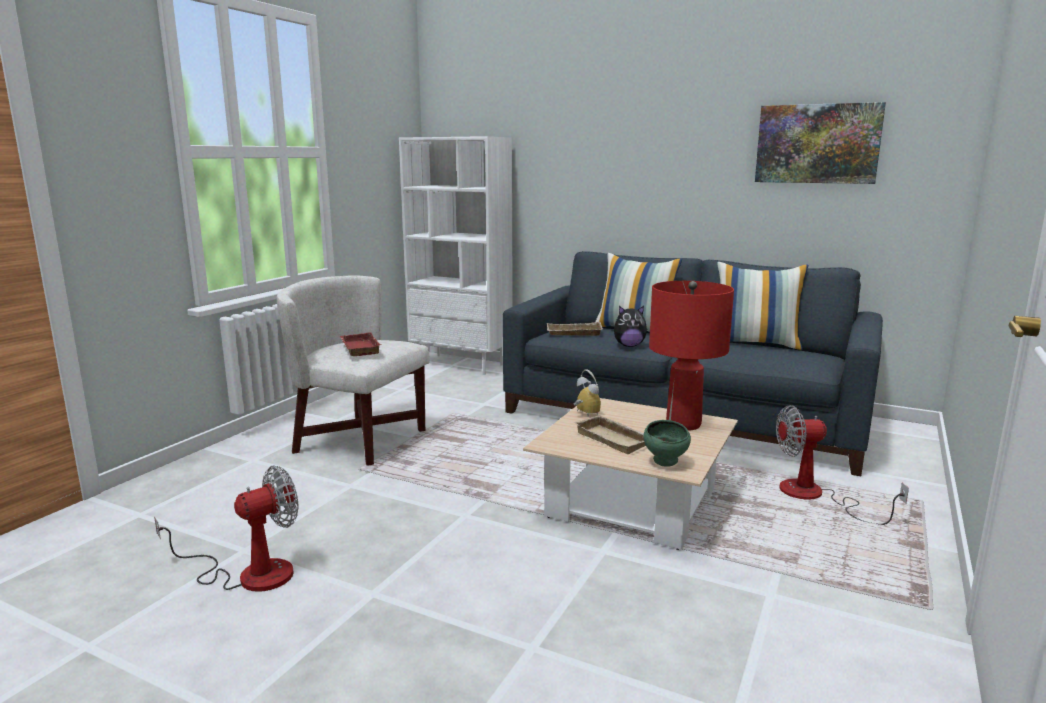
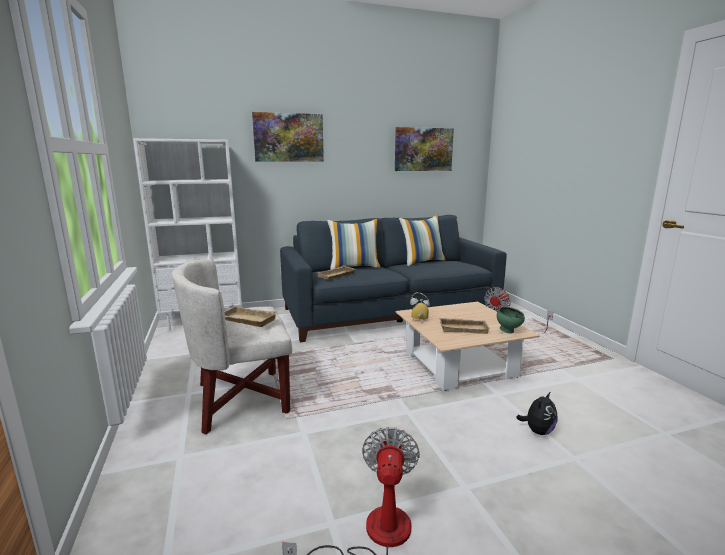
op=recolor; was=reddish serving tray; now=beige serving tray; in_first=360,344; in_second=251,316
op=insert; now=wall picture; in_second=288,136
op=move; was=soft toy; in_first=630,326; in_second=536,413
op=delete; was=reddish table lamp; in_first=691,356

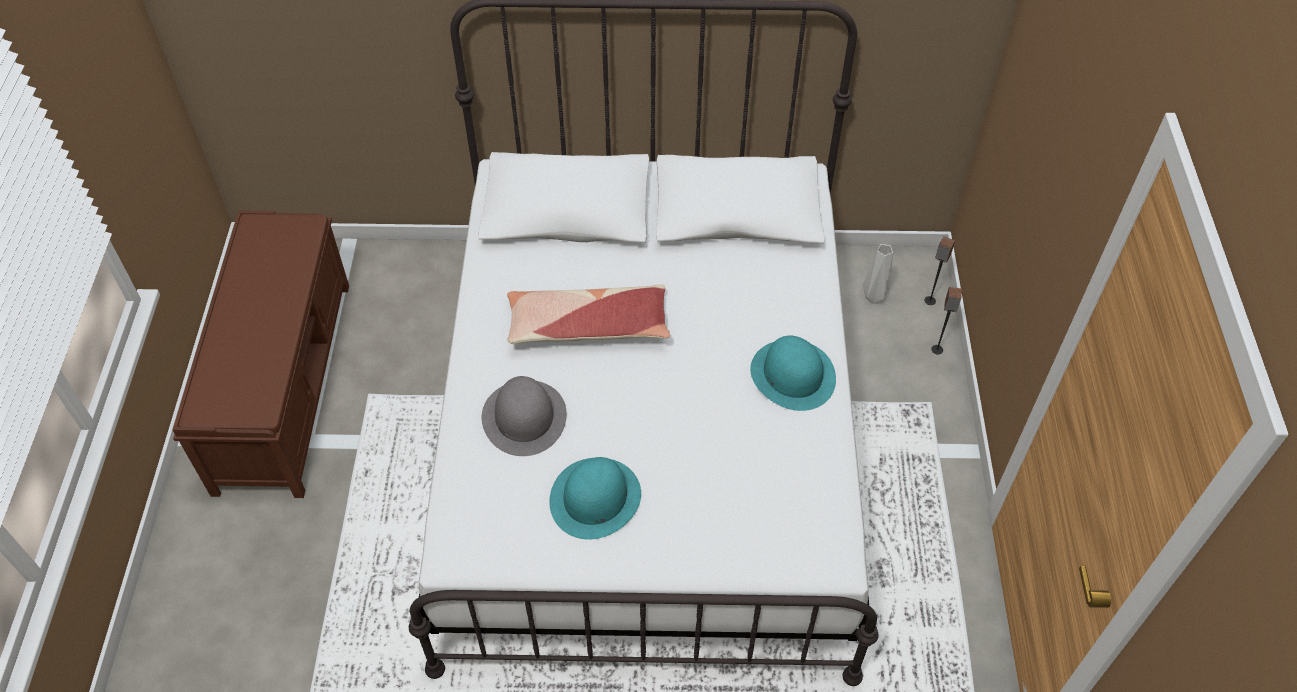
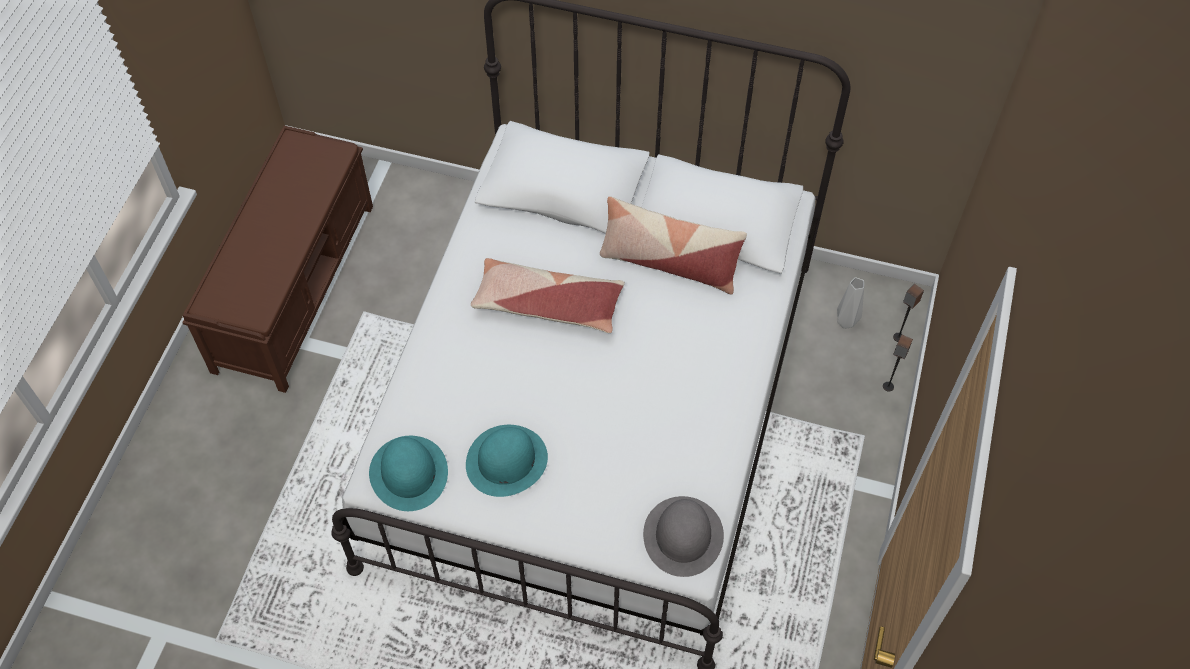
op=move; was=turquoise-coloured wearable hat; in_first=793,373; in_second=408,473
op=insert; now=throw pillow; in_second=673,245
op=move; was=grey wearable hat; in_first=524,416; in_second=683,536

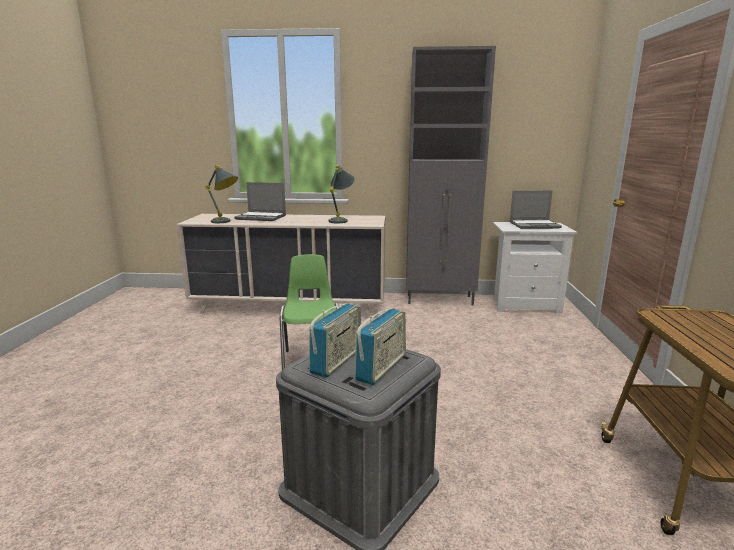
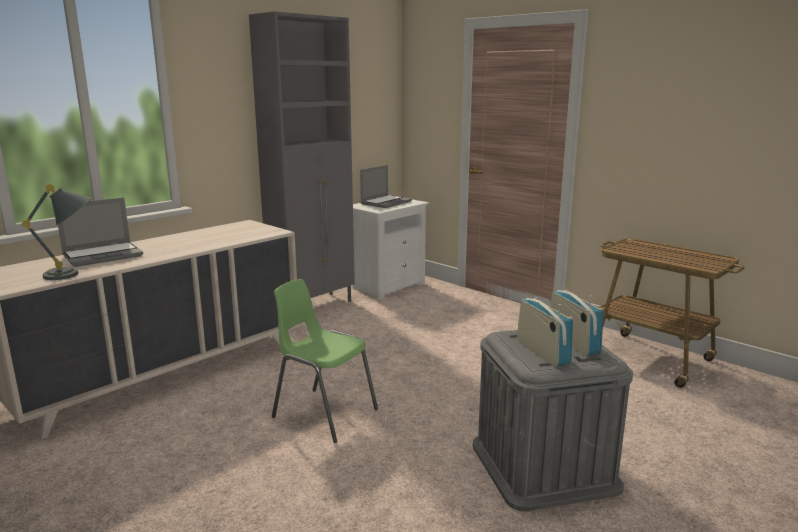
op=delete; was=grey table lamp; in_first=342,194

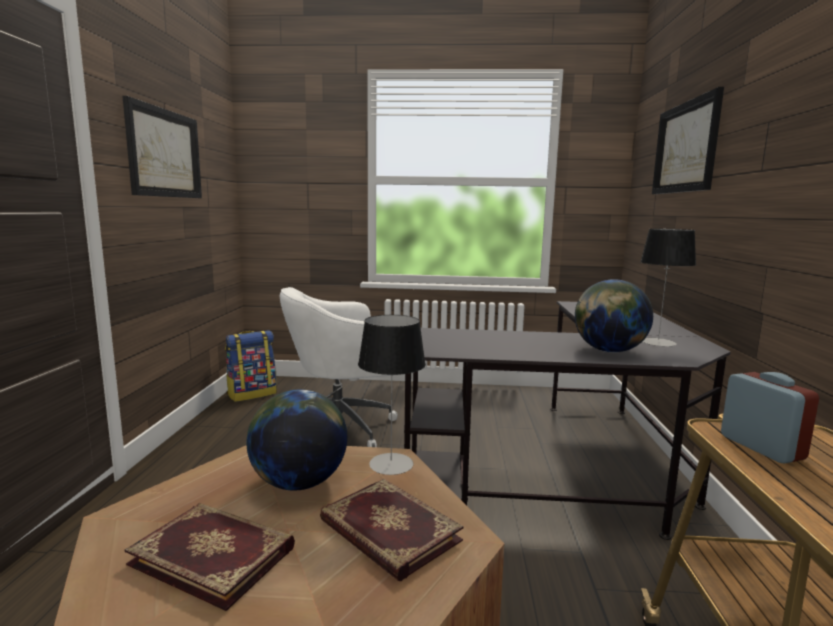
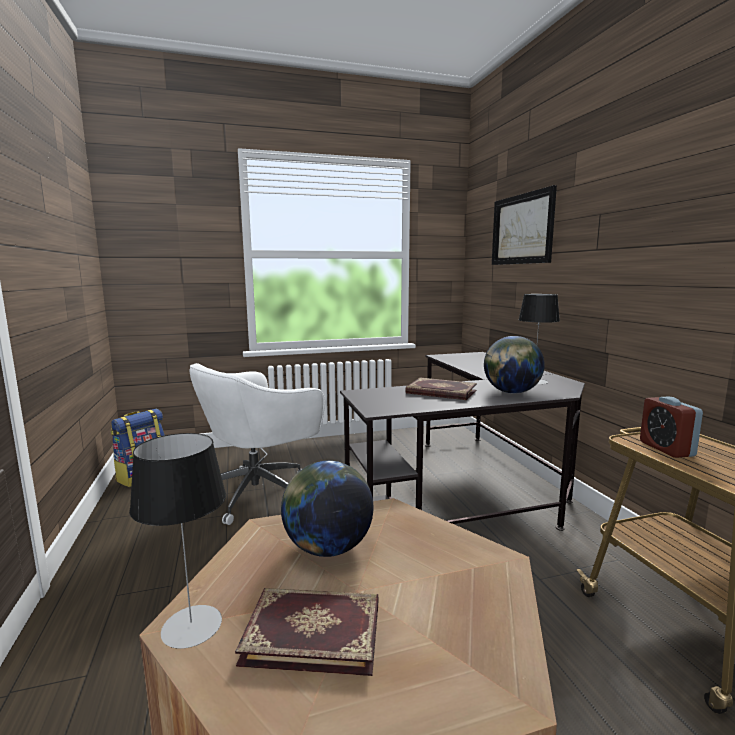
op=move; was=table lamp; in_first=392,395; in_second=177,541
op=move; was=book; in_first=391,530; in_second=441,389
op=rotate; was=table clock; in_first=770,417; in_second=671,427; clockwise=-150
op=delete; was=wall picture; in_first=162,147

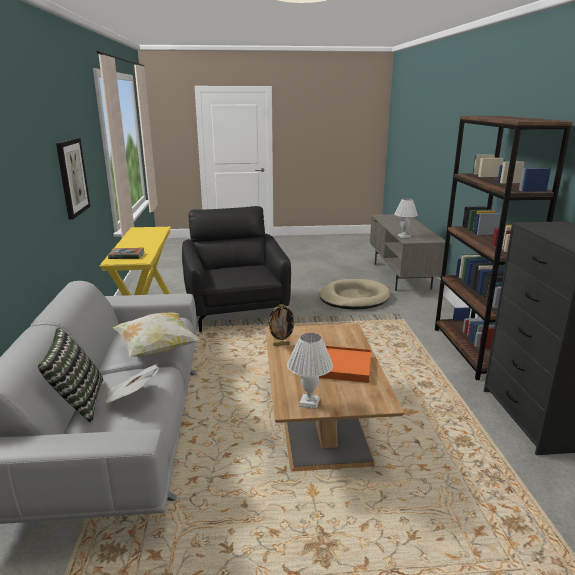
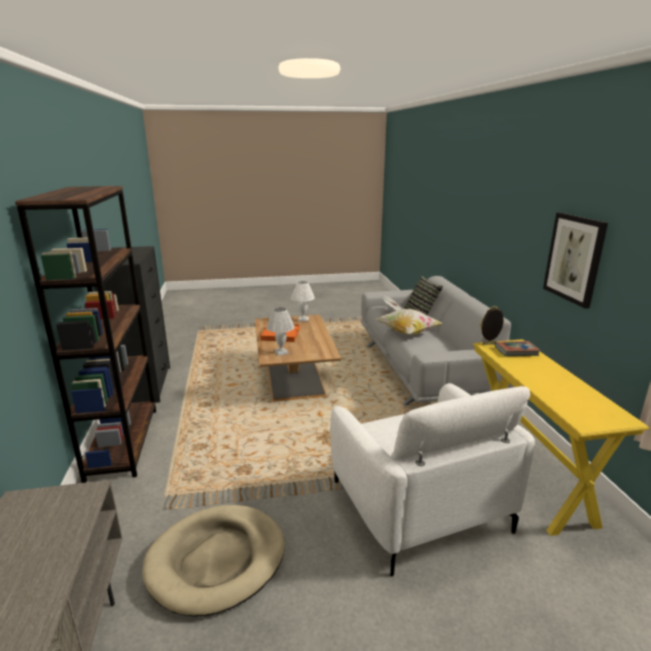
op=move; was=white table lamp; in_first=406,218; in_second=280,331
op=recolor; was=black armchair; now=white armchair; in_first=236,269; in_second=432,480
op=move; was=picture frame; in_first=281,325; in_second=492,325

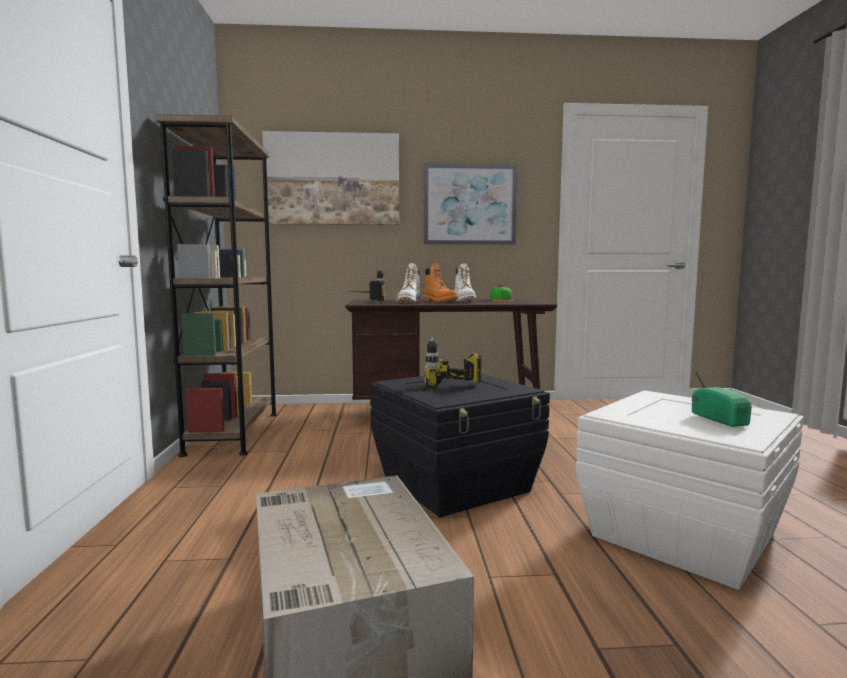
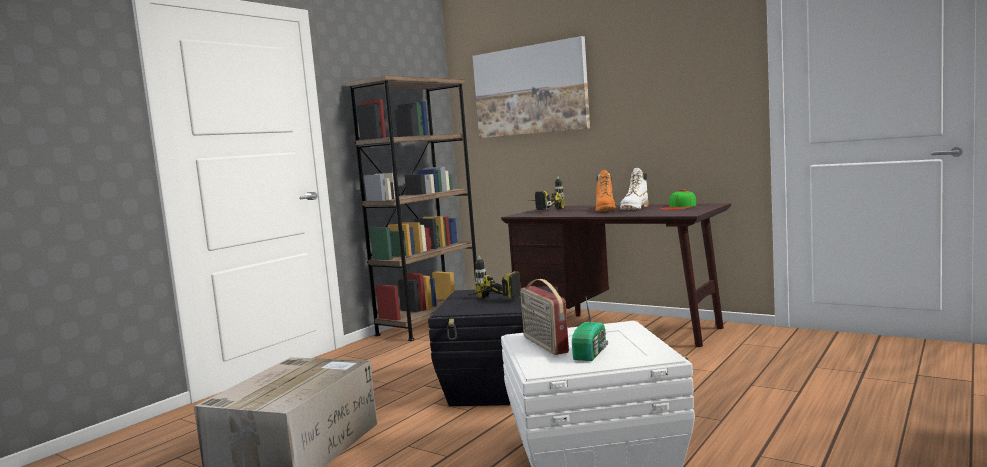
op=insert; now=radio set; in_second=544,317
op=delete; was=white tall boot; in_first=409,283
op=delete; was=wall picture; in_first=471,204

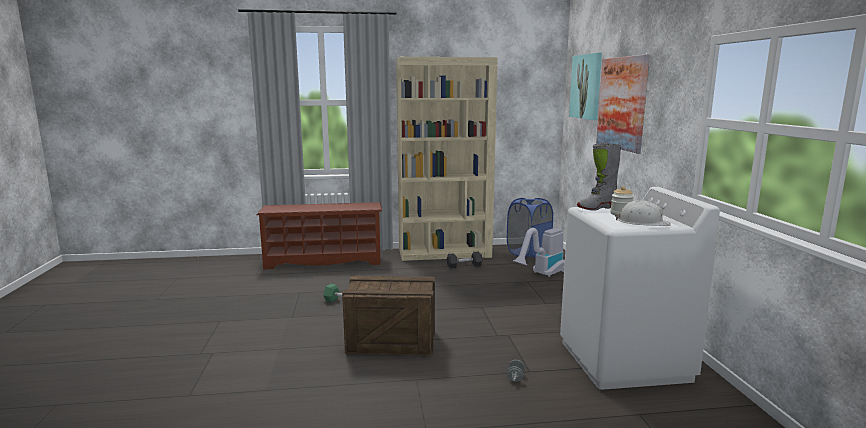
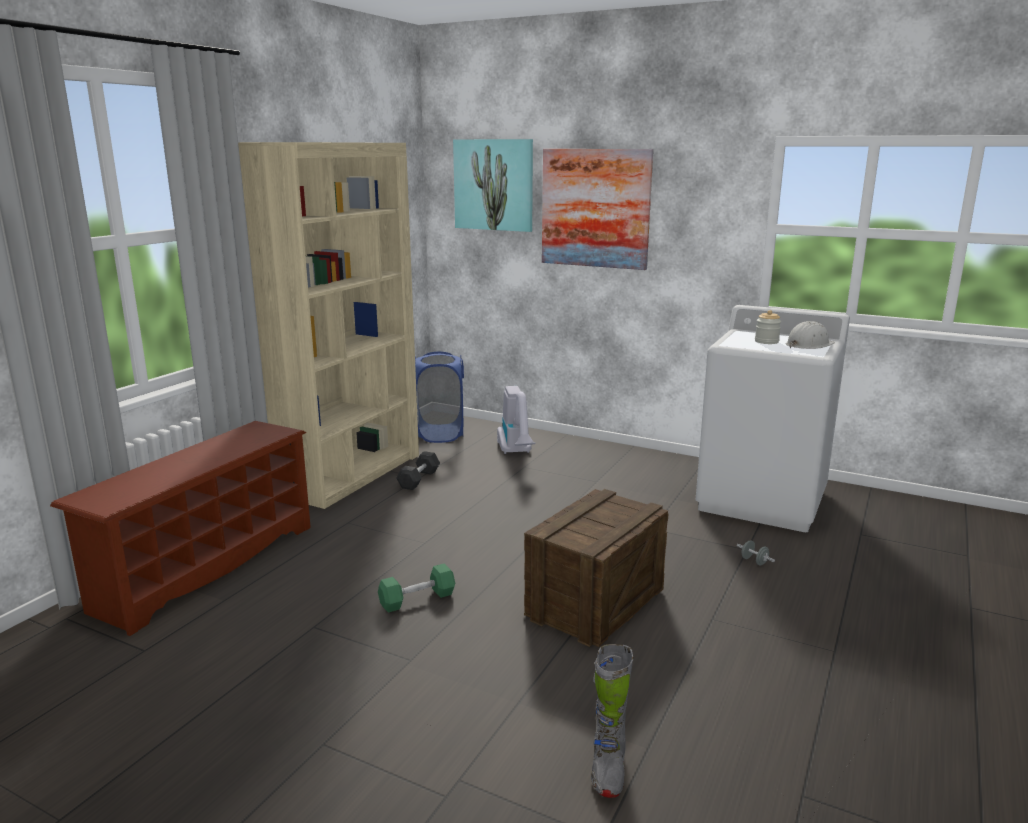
op=move; was=grey tall boot; in_first=599,177; in_second=612,721

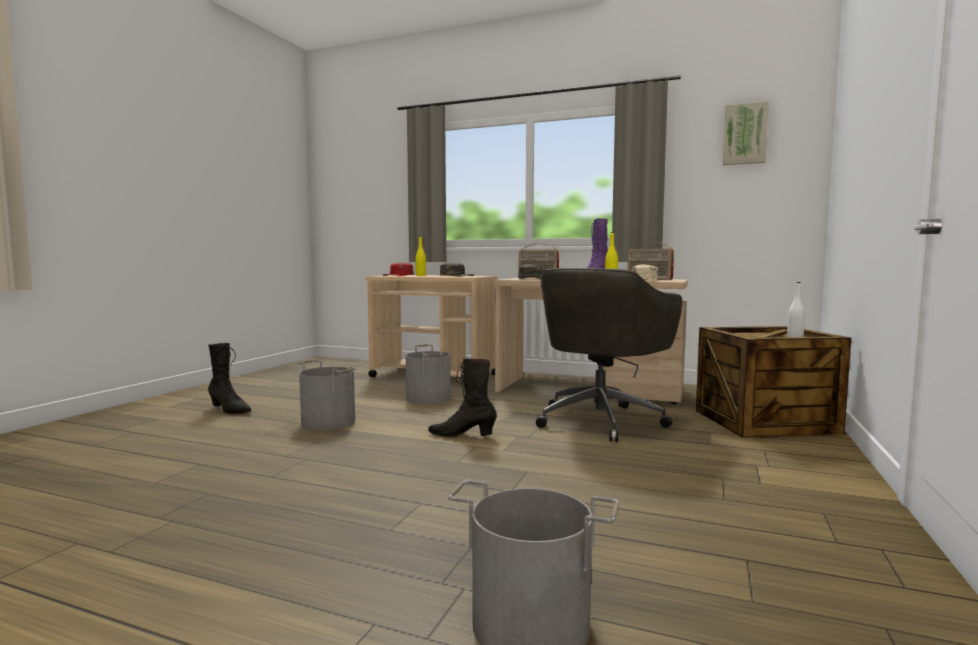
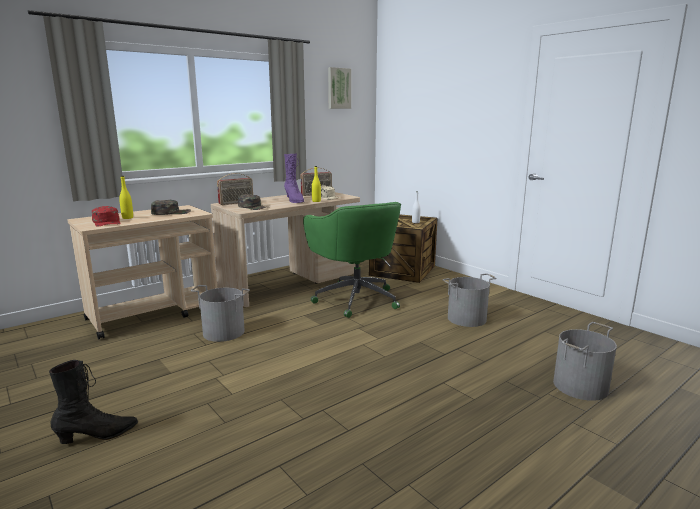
op=recolor; was=grey office chair; now=green office chair; in_first=609,355; in_second=352,260
op=move; was=grey water bucket; in_first=327,395; in_second=469,300
op=delete; was=black tall boot; in_first=462,398

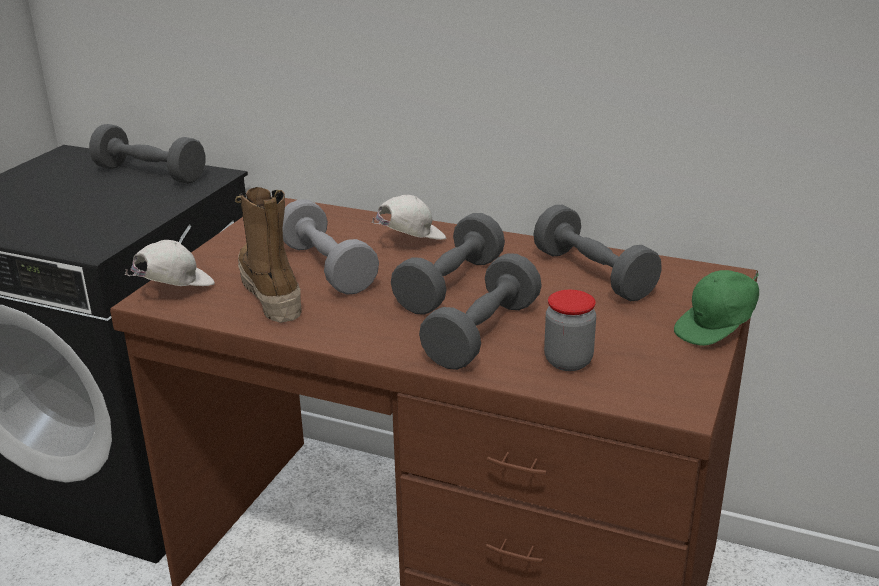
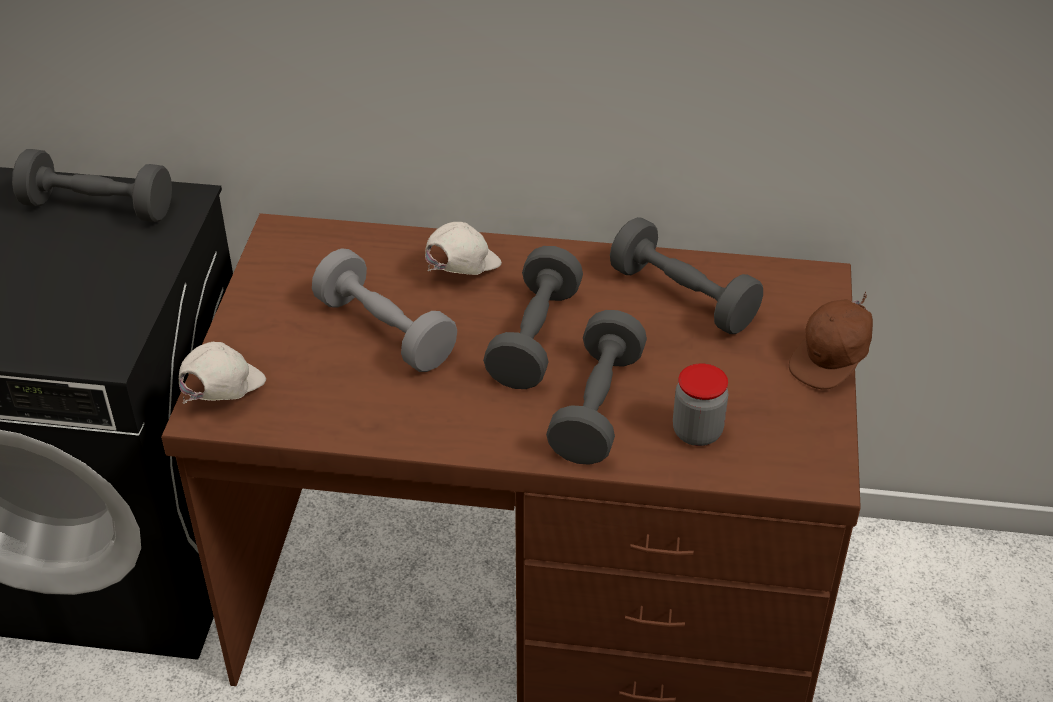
op=recolor; was=green baseball cap; now=brownish baseball cap; in_first=716,308; in_second=831,341
op=delete; was=tall boot; in_first=268,255

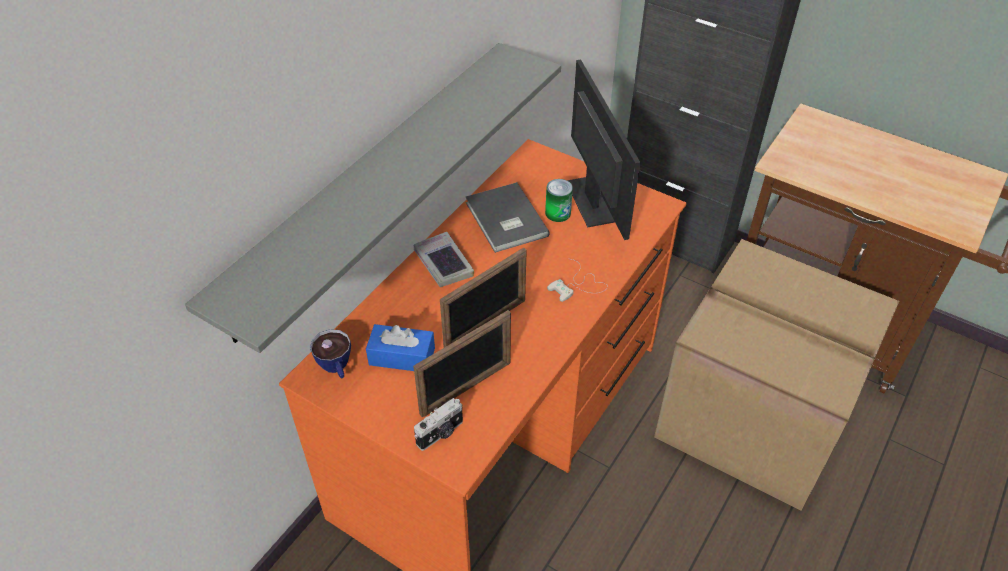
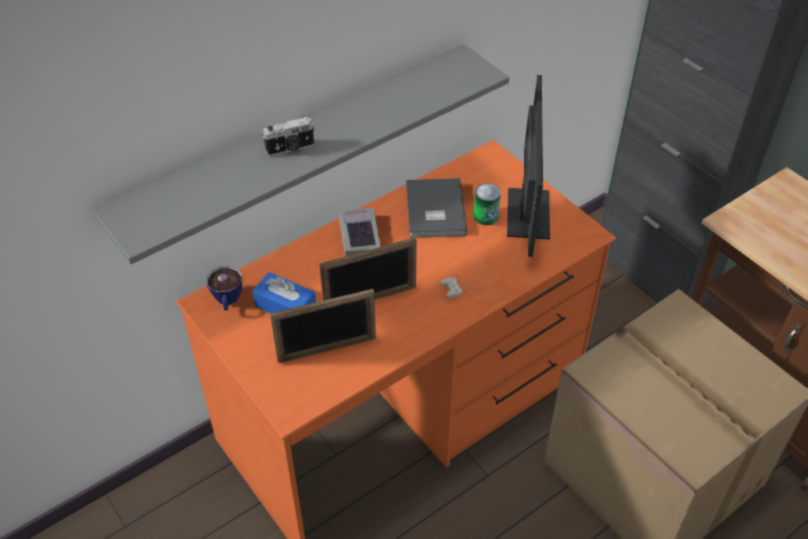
op=move; was=still camera; in_first=438,424; in_second=288,136

